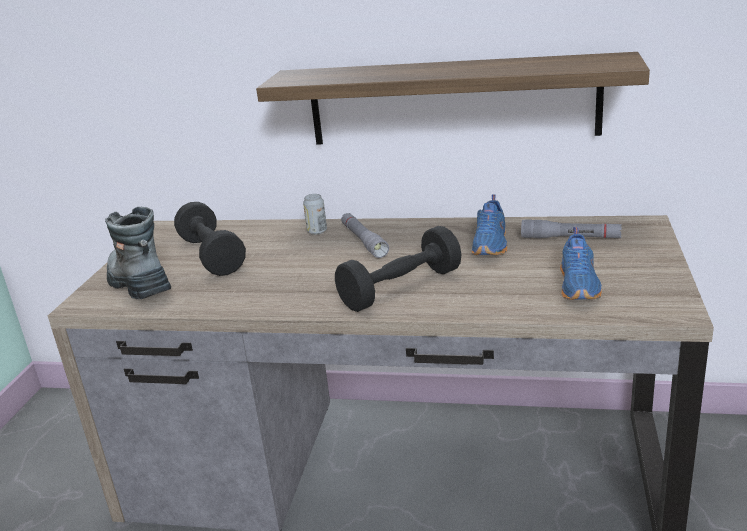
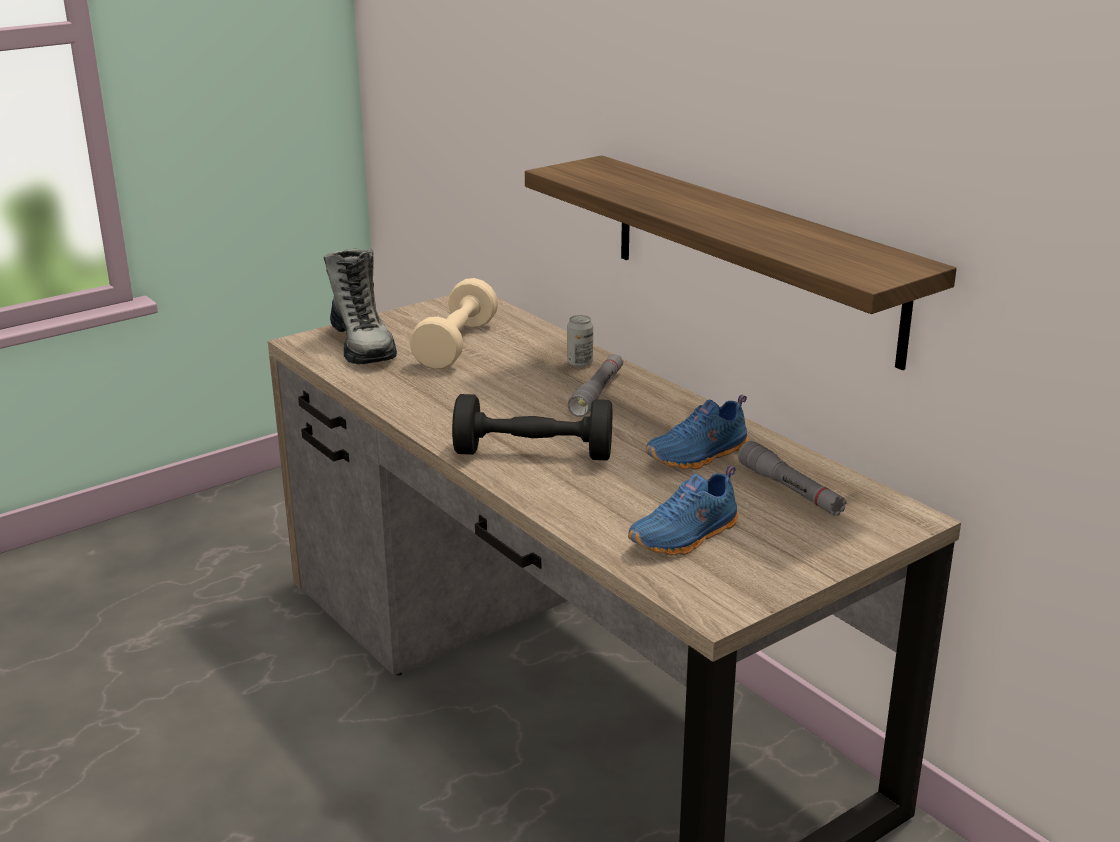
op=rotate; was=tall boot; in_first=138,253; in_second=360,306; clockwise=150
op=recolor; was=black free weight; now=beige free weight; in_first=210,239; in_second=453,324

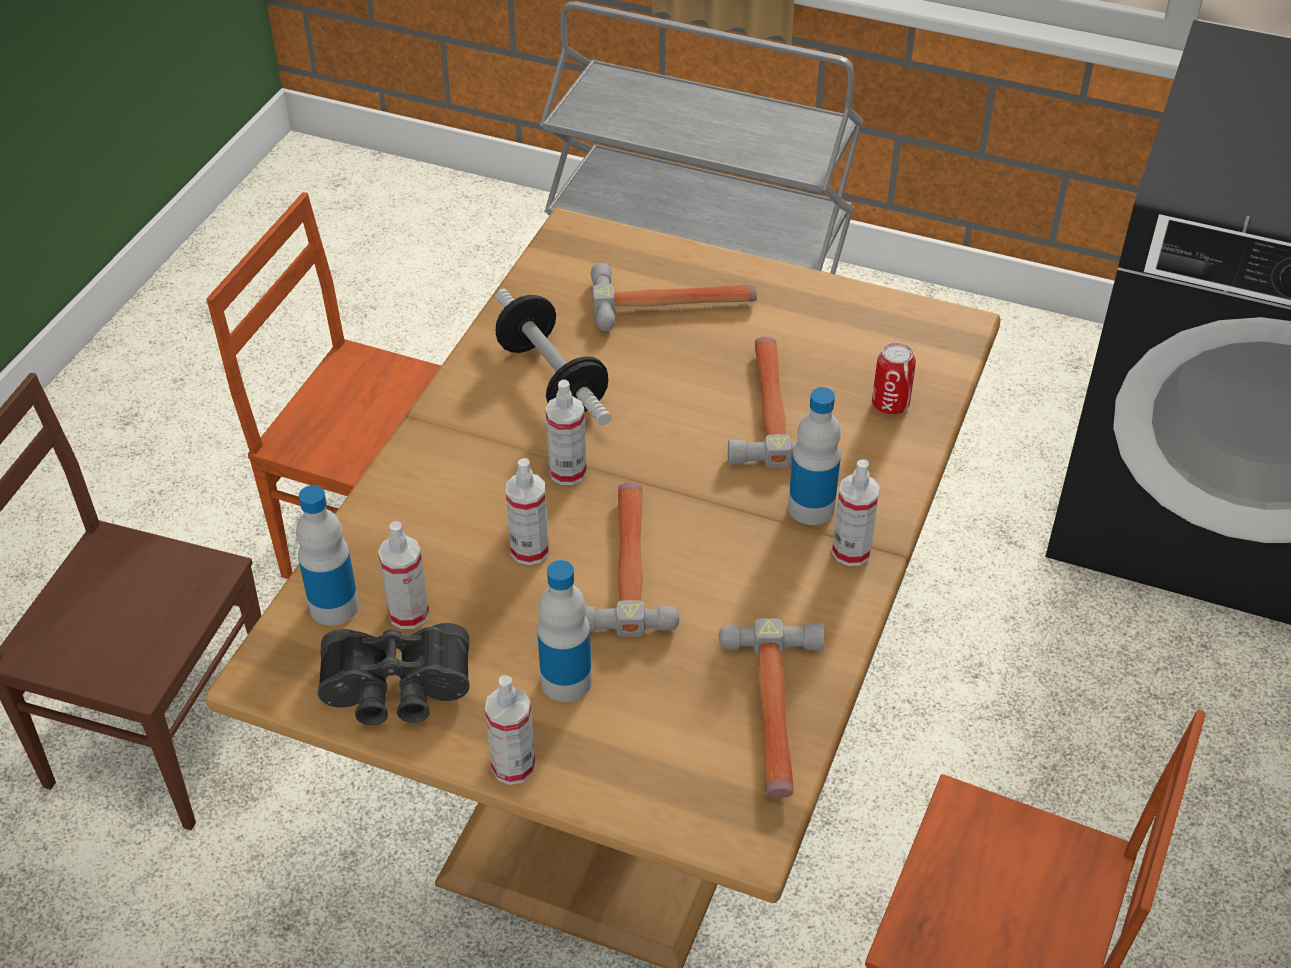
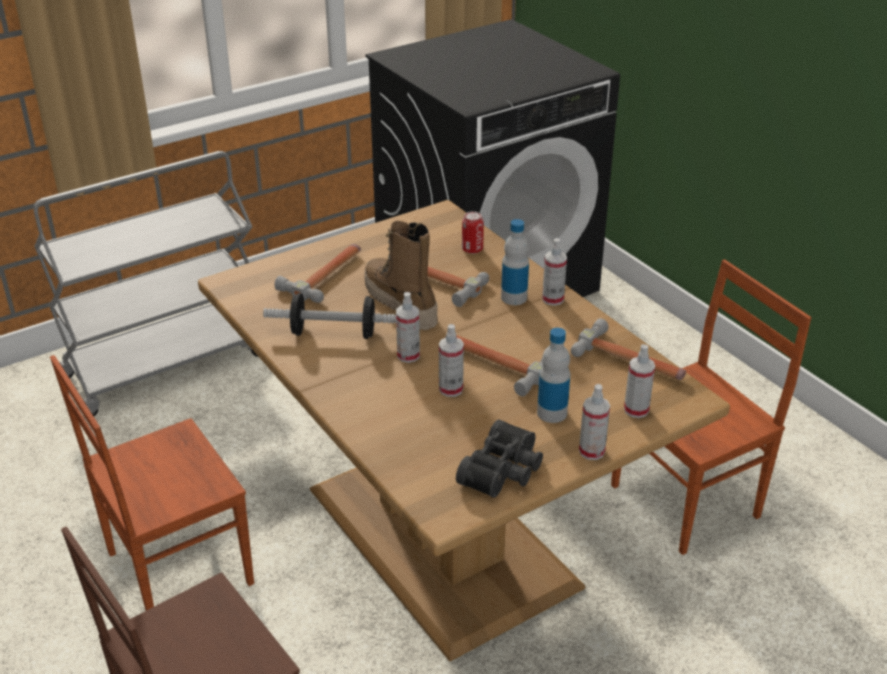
op=insert; now=tall boot; in_second=401,275
op=move; was=spray bottle; in_first=403,575; in_second=639,381
op=delete; was=beverage bottle; in_first=327,555

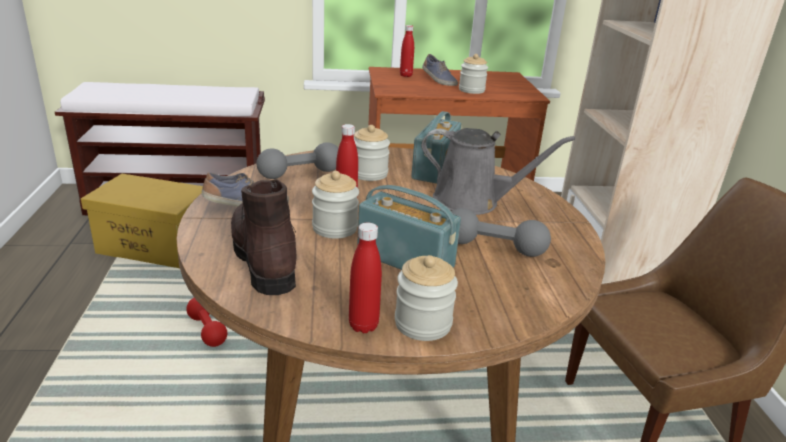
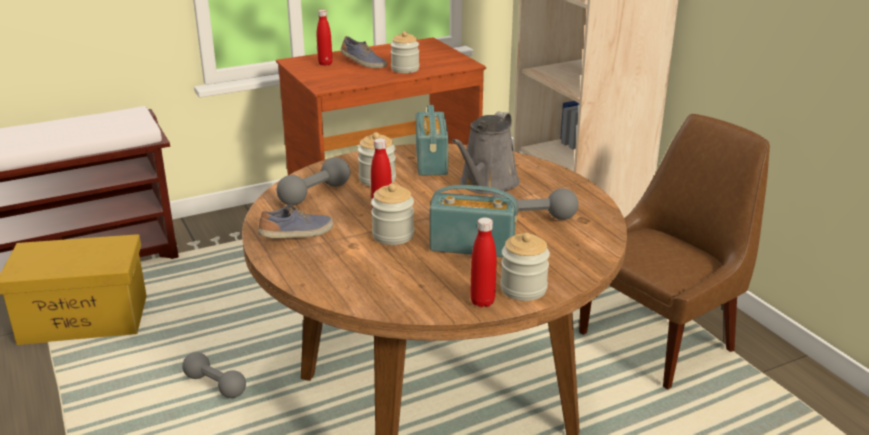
op=recolor; was=reddish free weight; now=grey free weight; in_first=206,322; in_second=214,375
op=rotate; was=grey watering can; in_first=498,171; in_second=486,153; clockwise=120
op=delete; was=brownish tall boot; in_first=264,237

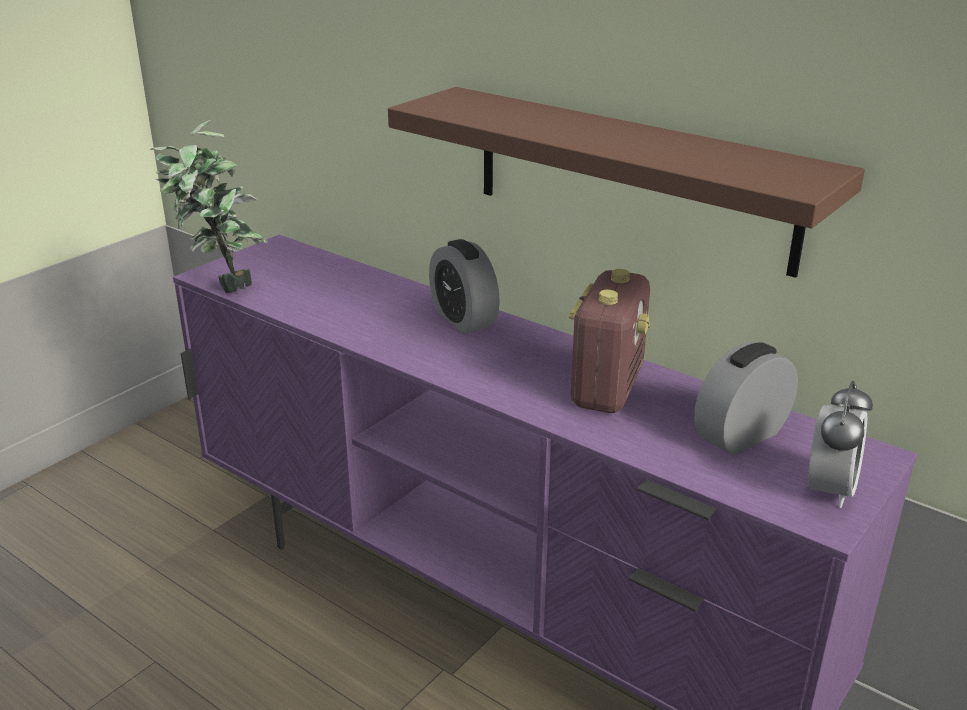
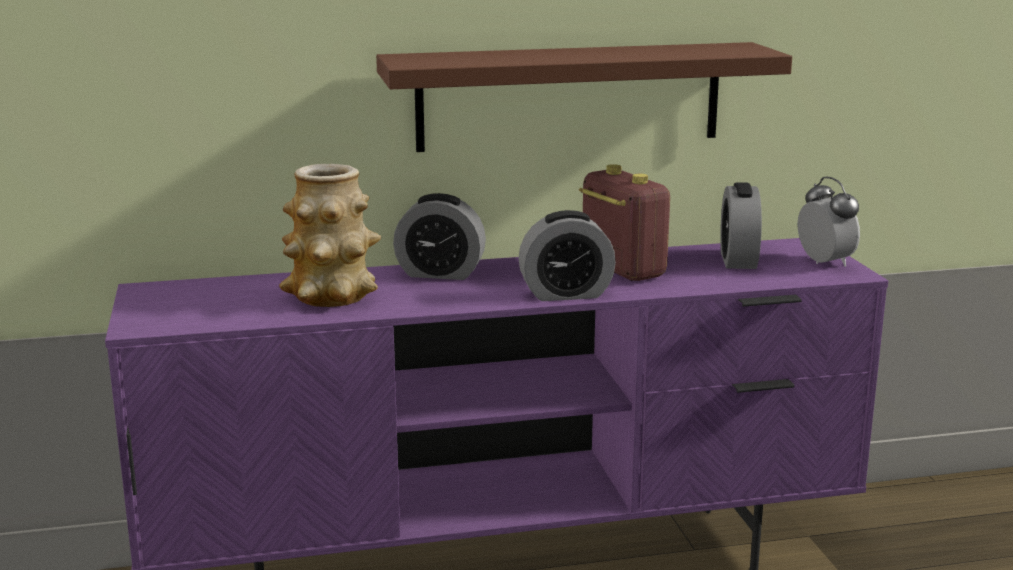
op=insert; now=flower vase; in_second=330,235
op=insert; now=table clock; in_second=567,255
op=delete; was=potted plant; in_first=209,206

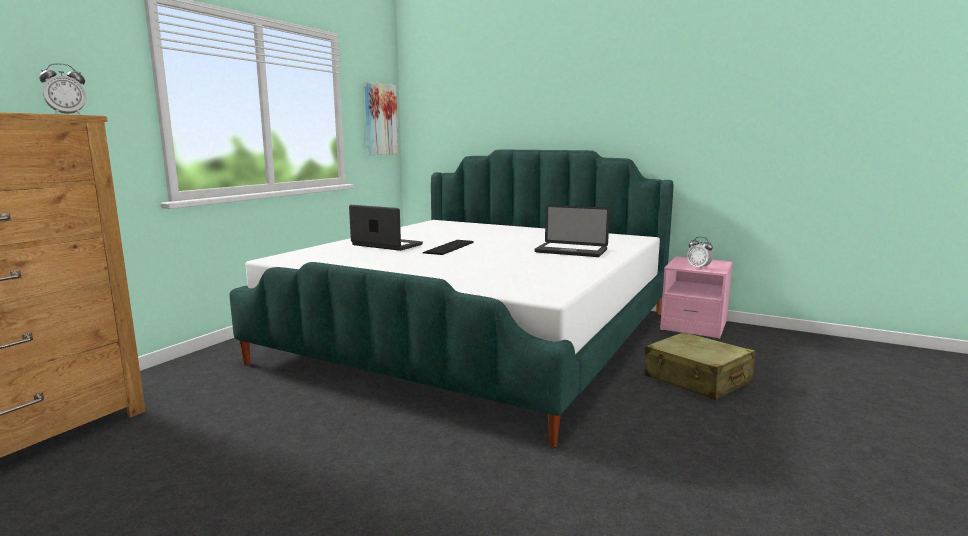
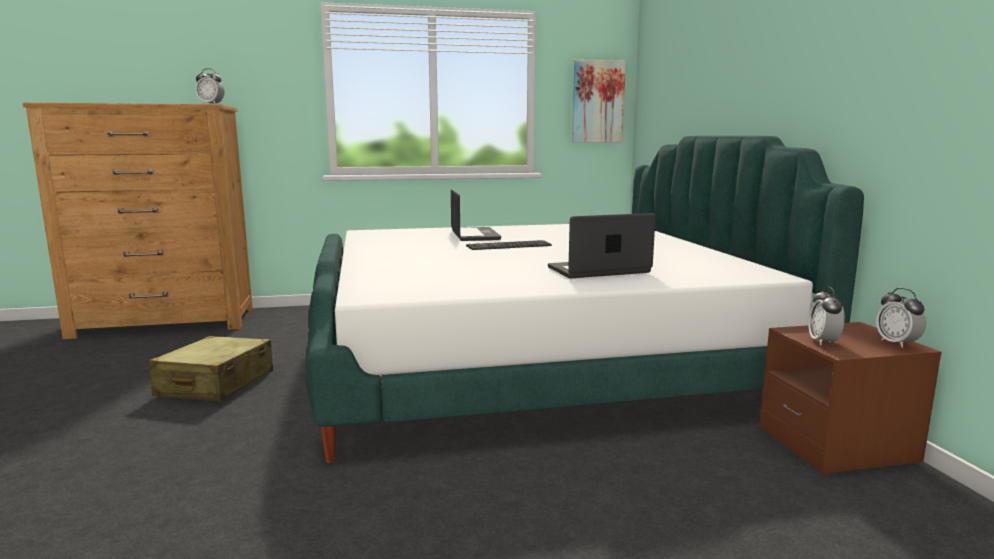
op=move; was=beige piece of luggage; in_first=699,366; in_second=211,368
op=rotate; was=laptop; in_first=572,231; in_second=601,245; clockwise=90
op=recolor; was=pink night table; now=brownish night table; in_first=696,297; in_second=850,399
op=insert; now=table clock; in_second=901,318

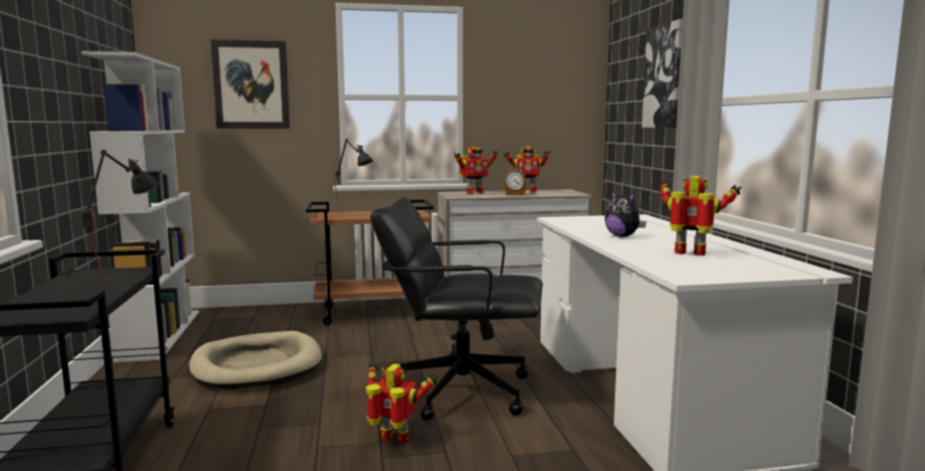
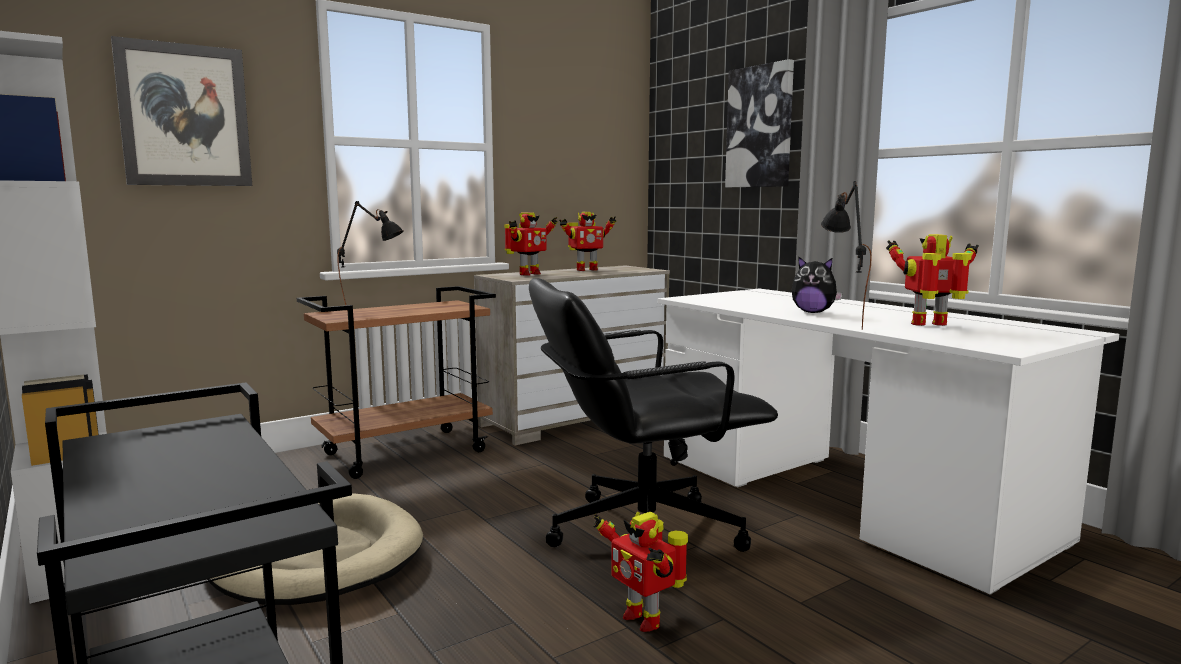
op=rotate; was=robot figure; in_first=401,402; in_second=640,572; clockwise=-120
op=move; was=black table lamp; in_first=120,217; in_second=846,255
op=delete; was=table clock; in_first=515,181

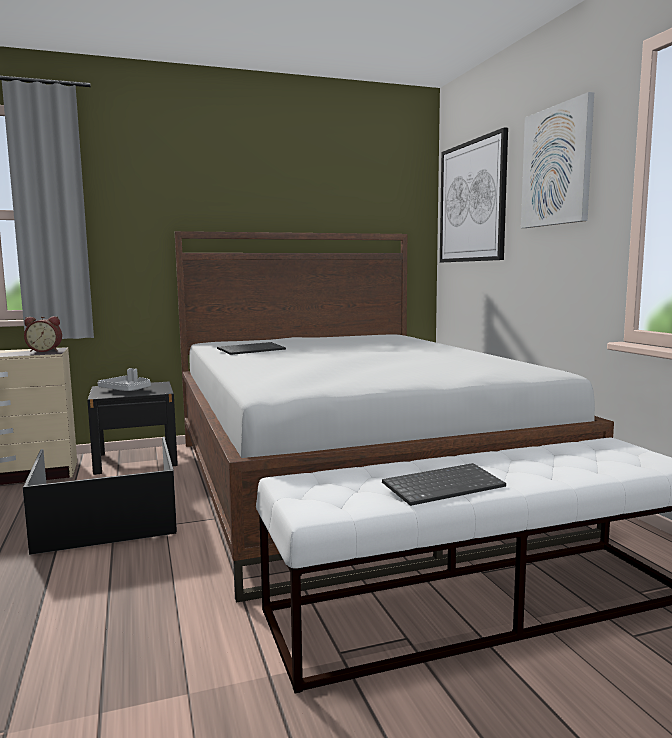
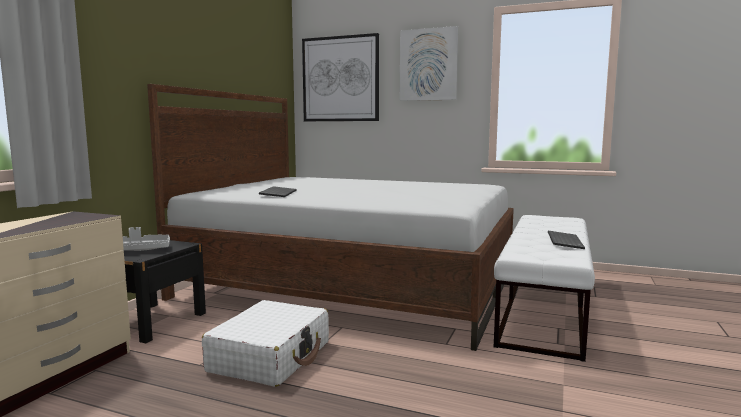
op=replace; was=black storage box; now=white piece of luggage; in_first=100,496; in_second=265,343
op=delete; was=table clock; in_first=43,334

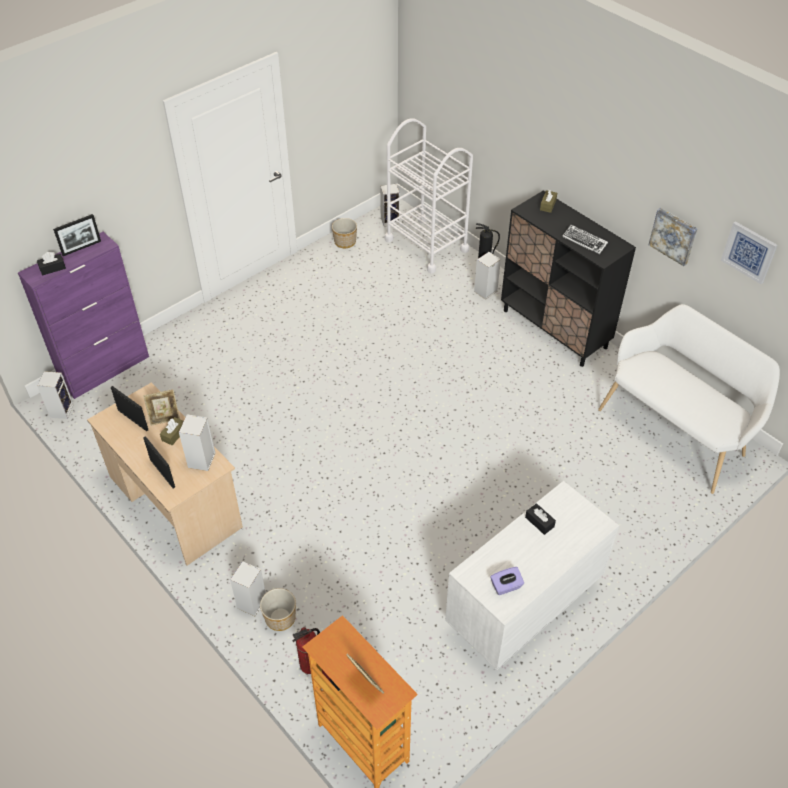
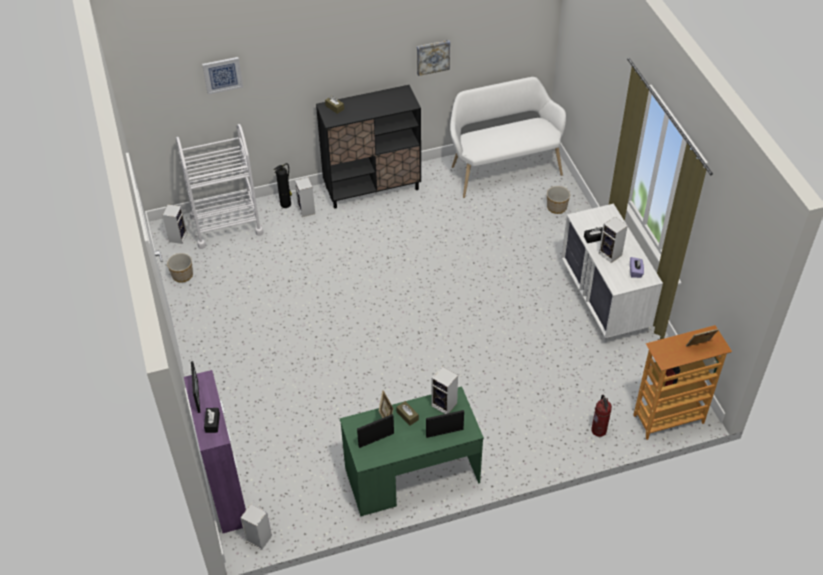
op=move; was=wall picture; in_first=749,252; in_second=222,76
op=recolor; was=beige desk unit; now=green desk unit; in_first=165,473; in_second=412,451
op=move; was=flower pot; in_first=278,609; in_second=558,200
op=move; was=audio speaker; in_first=248,588; in_second=613,239
op=delete; was=computer keyboard; in_first=585,239

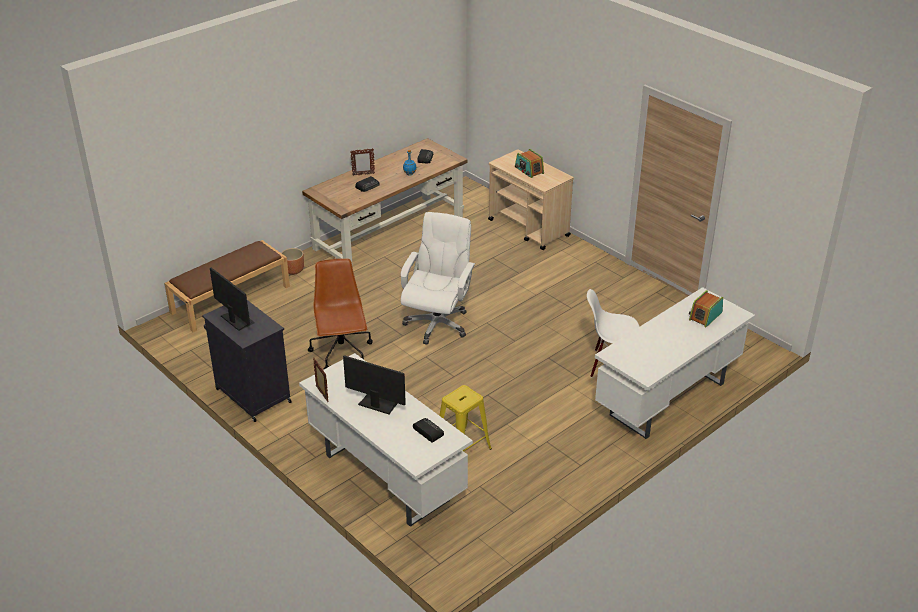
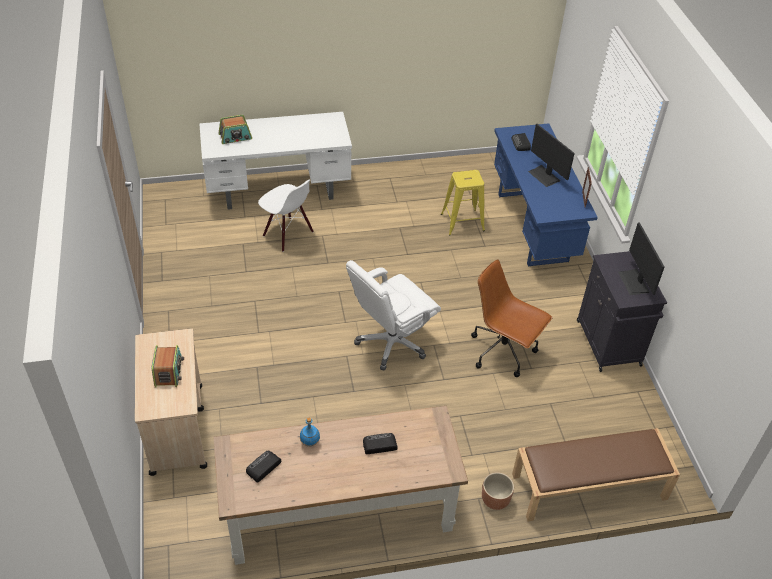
op=rotate; was=brownish office chair; in_first=340,313; in_second=512,318; clockwise=105
op=recolor; was=white desk unit; now=blue desk unit; in_first=386,440; in_second=546,195
op=delete; was=picture frame; in_first=362,162

